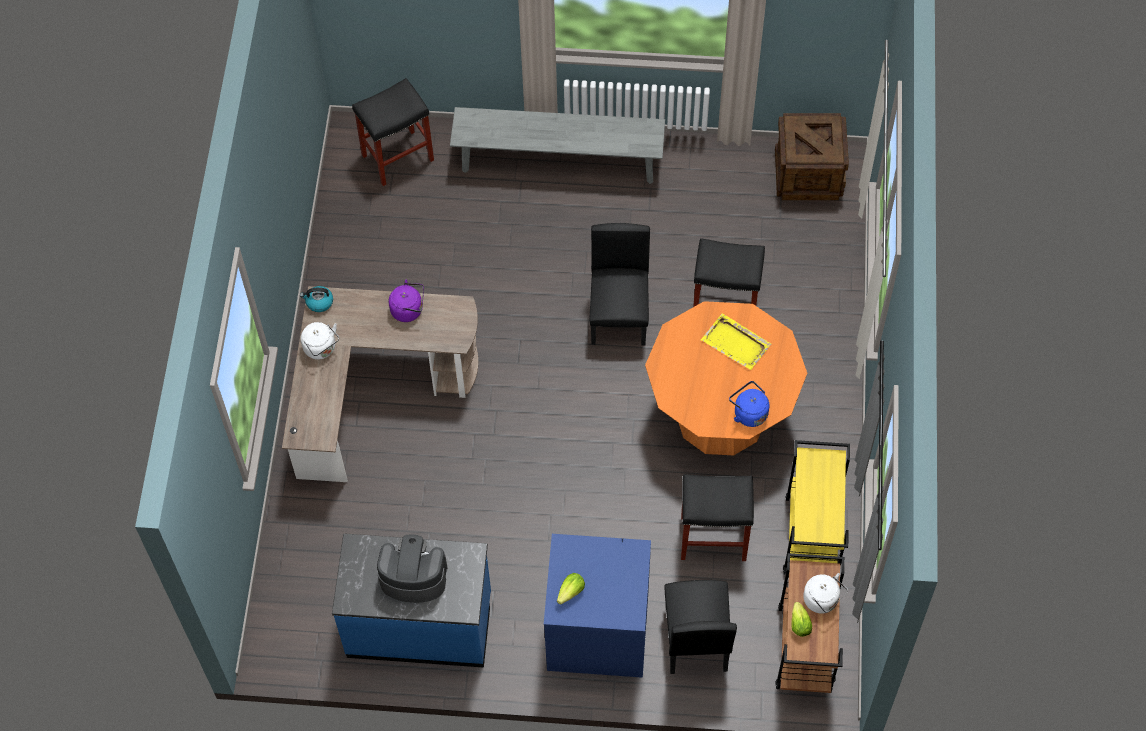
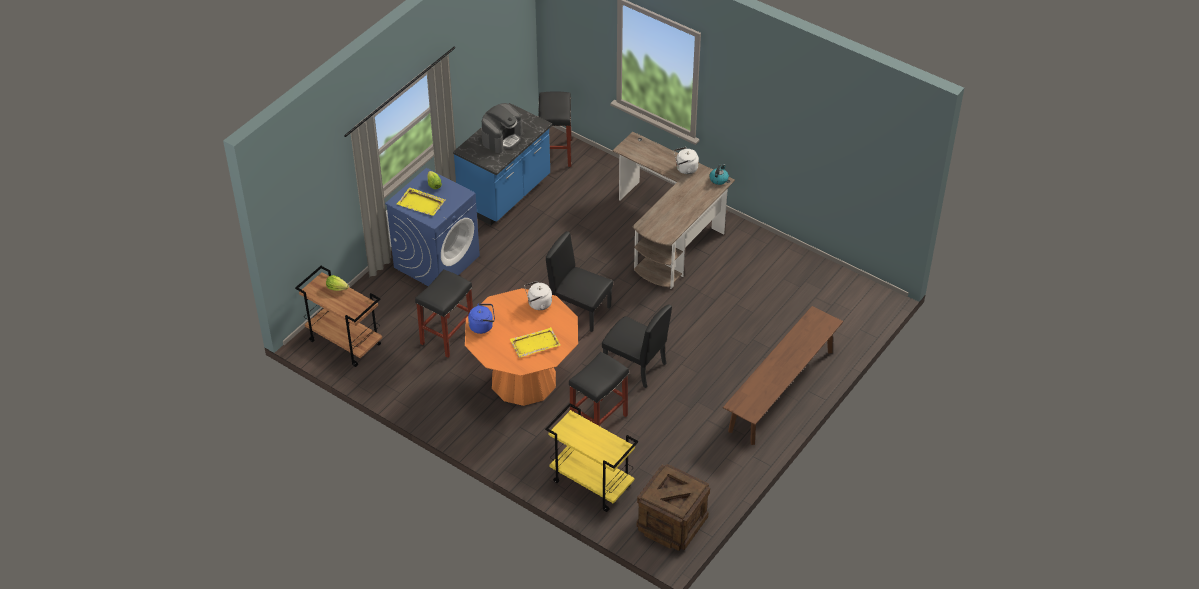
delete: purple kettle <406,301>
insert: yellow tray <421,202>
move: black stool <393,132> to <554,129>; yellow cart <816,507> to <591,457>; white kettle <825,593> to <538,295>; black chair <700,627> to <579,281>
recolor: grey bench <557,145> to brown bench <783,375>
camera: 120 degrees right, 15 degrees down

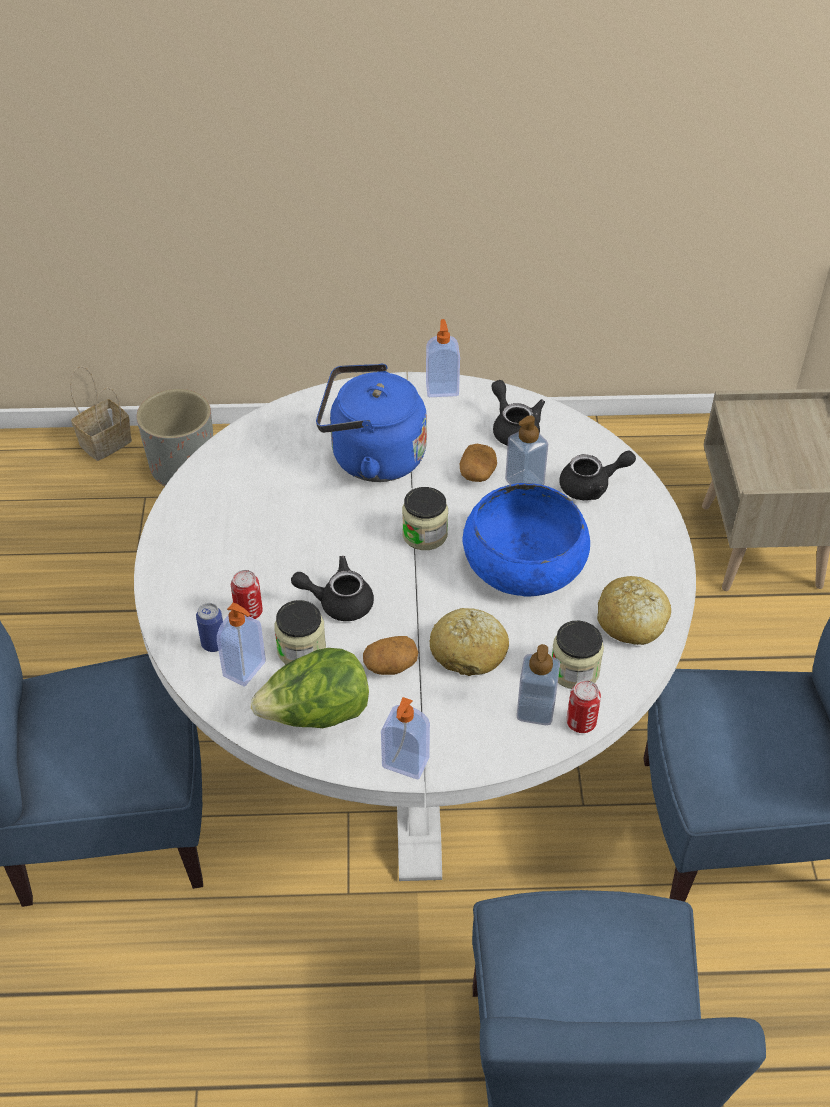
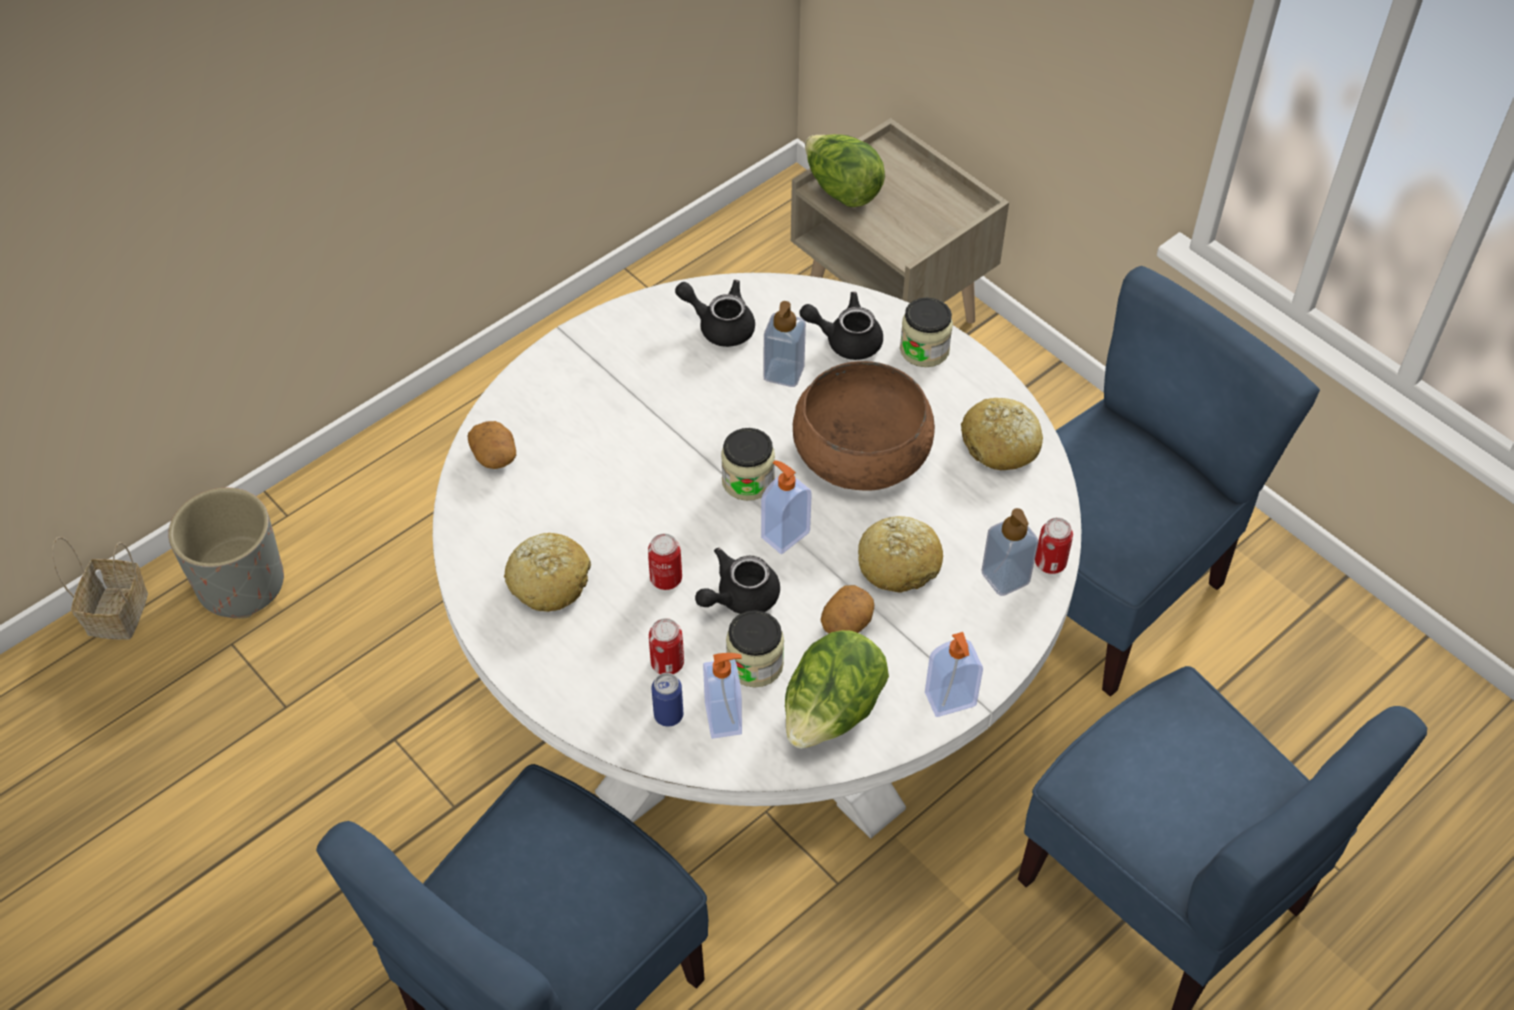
delete: blue kettle <371,423>
insert: lettuce <845,170>; bread <547,572>; can <665,562>
move: soap dispenser <443,358> to <786,507>; potato <478,463> to <492,445>; jar <578,655> to <926,332>
recolor: blue bowl <526,540> to brown bowl <864,425>
rotate: black teapot <597,475> = <841,326> 120 degrees counterclockwise
camera: 40 degrees left, 5 degrees up

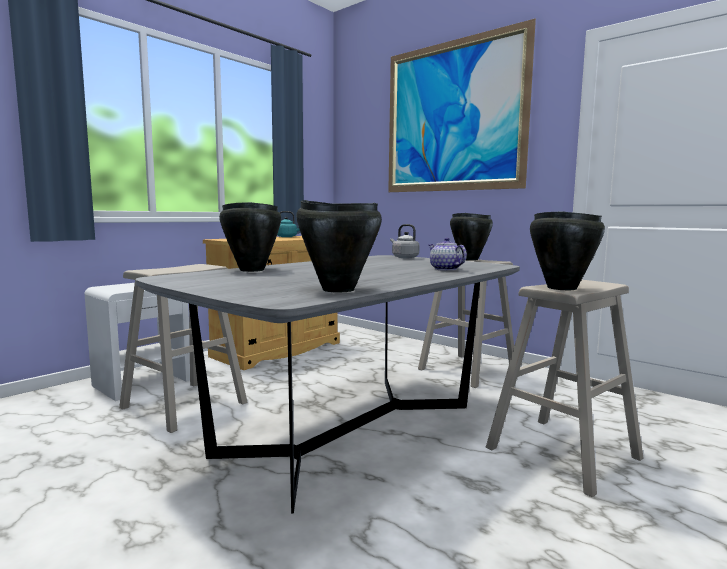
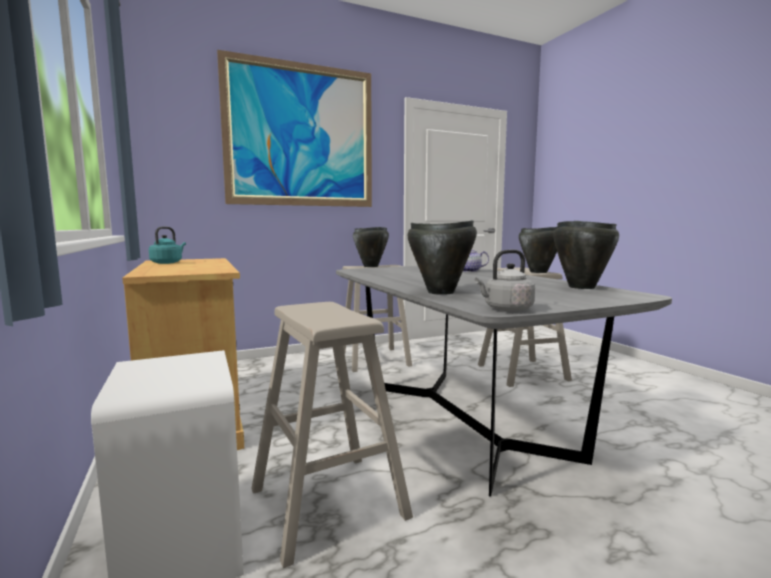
move: grey kettle <405,241> to <505,280>
camera: 65 degrees left, 0 degrees up

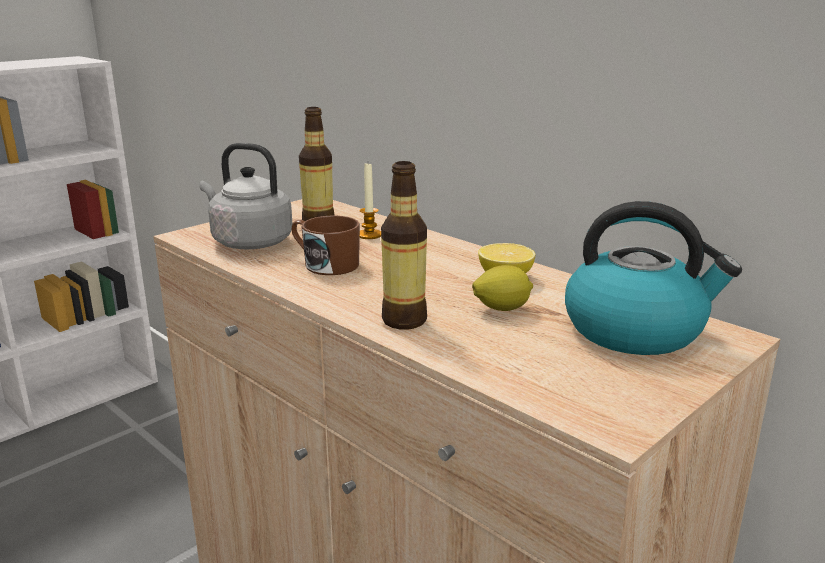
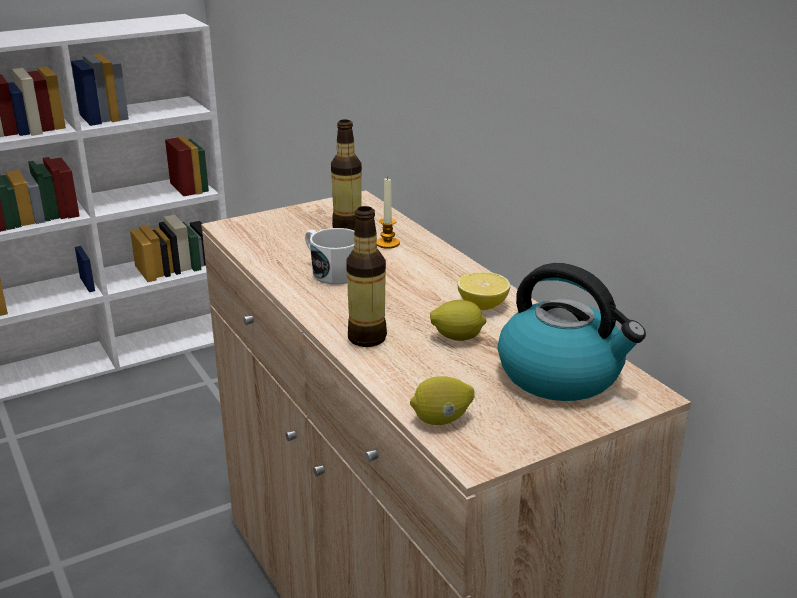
delete: grey kettle <245,196>
insert: lemon <442,400>
recolor: brown mug <326,245> to white mug <329,256>
camera: 15 degrees right, 5 degrees up

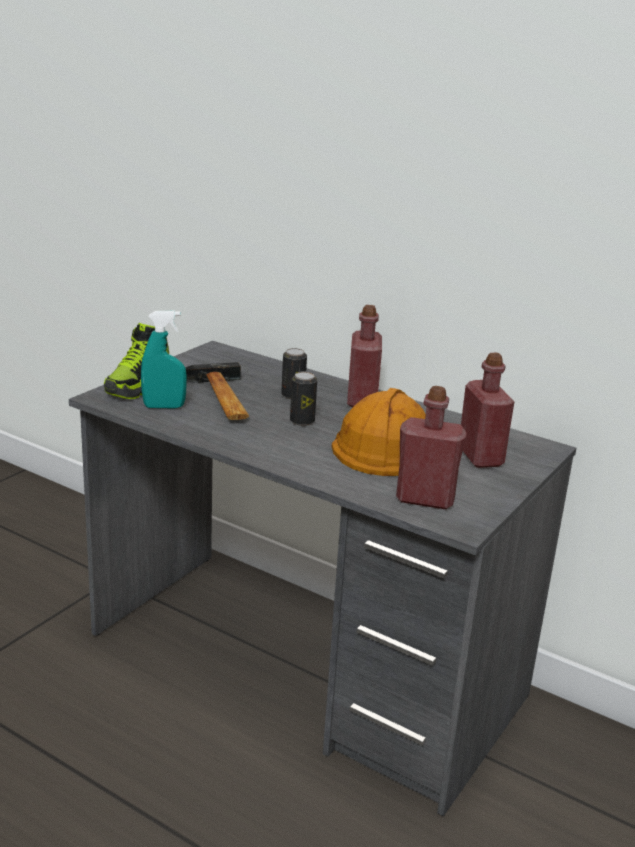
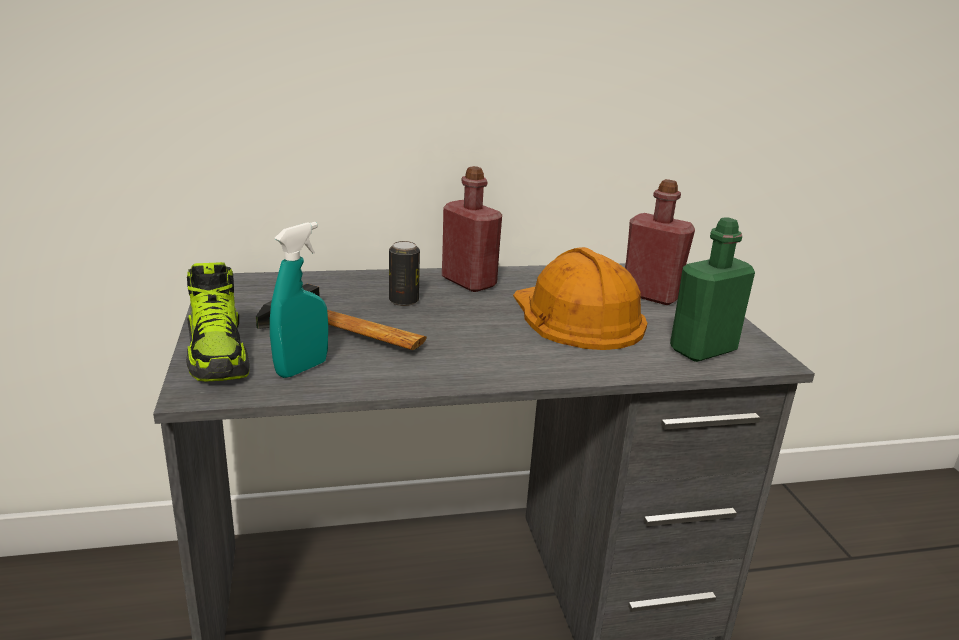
delete: can <303,399>
recolor: red bottle <431,447> to green bottle <712,289>
camera: 45 degrees left, 0 degrees up

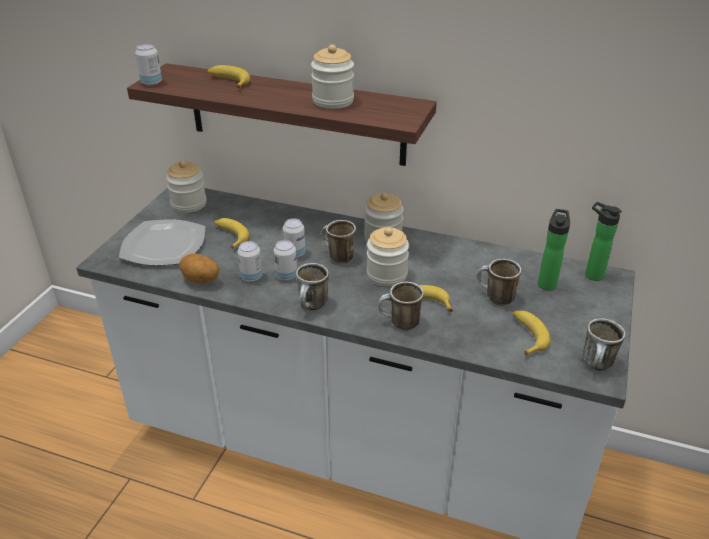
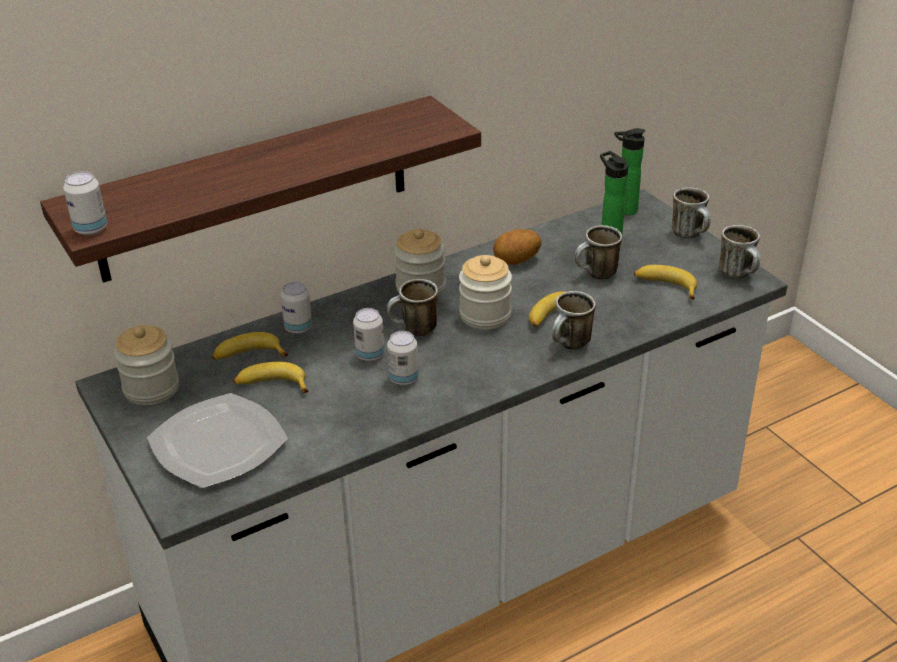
delete: jar <332,76>
move: banana <229,76> to <250,346>; can <249,261> to <296,308>; potato <199,268> to <517,247>; mug <312,286> to <691,213>
camera: 50 degrees left, 0 degrees up

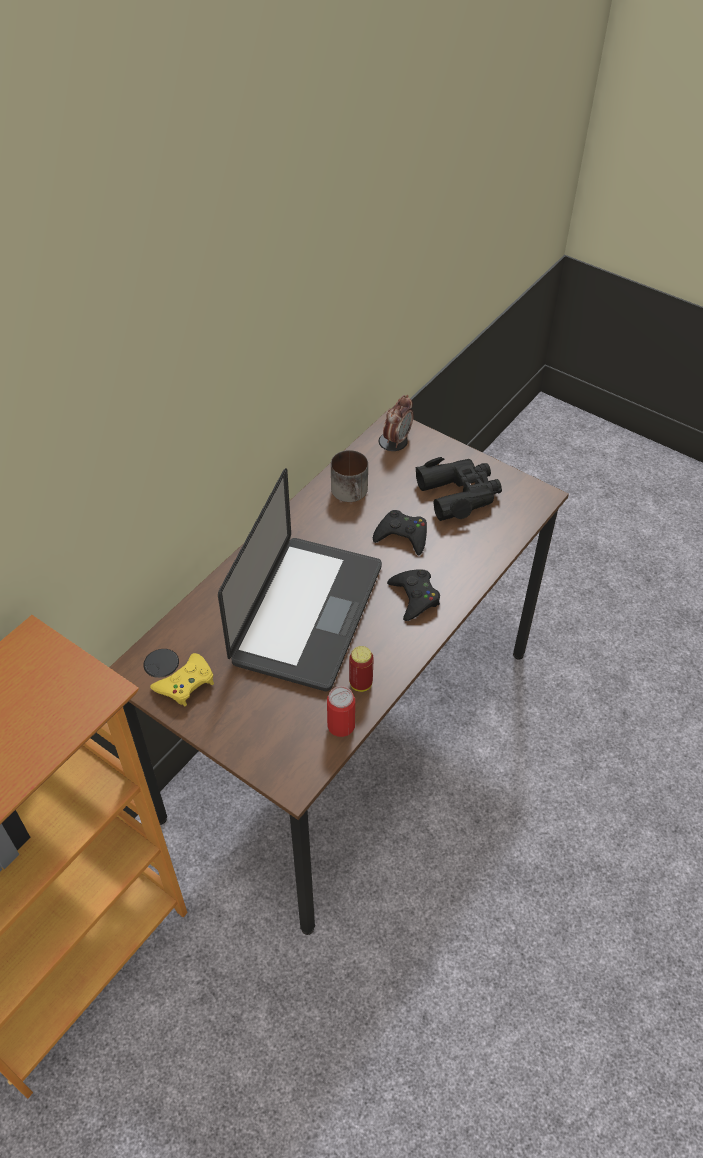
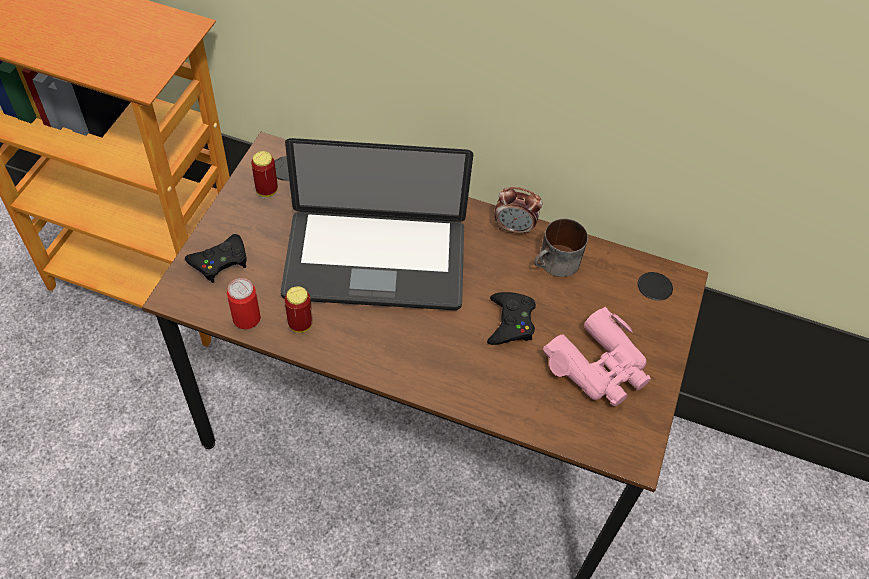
move: alarm clock <398,421> to <518,211>; black game controller <413,595> to <216,258>
replace: yellow game controller <182,680> to can <264,174>
recolor: black binoculars <459,489> to pink binoculars <597,356>
camera: 70 degrees right, 5 degrees up

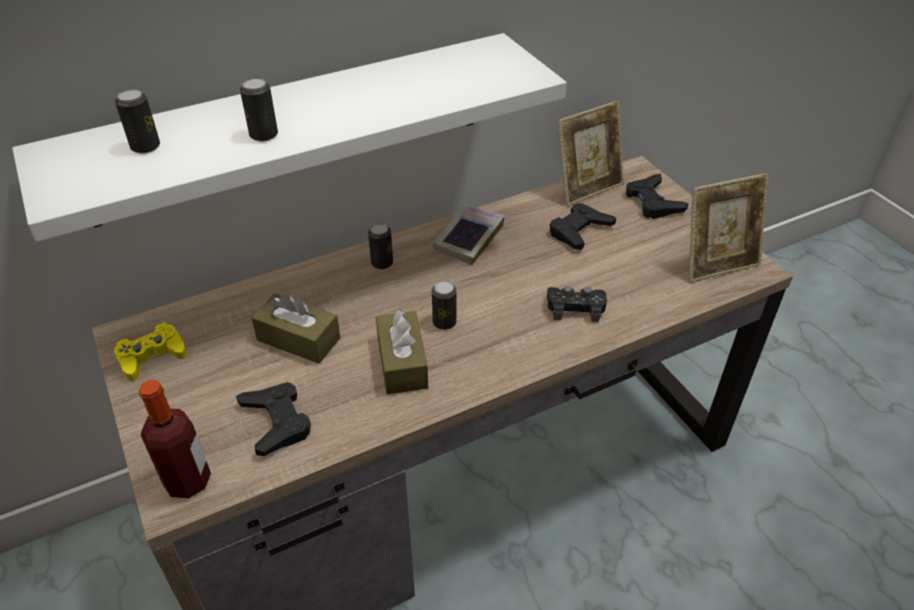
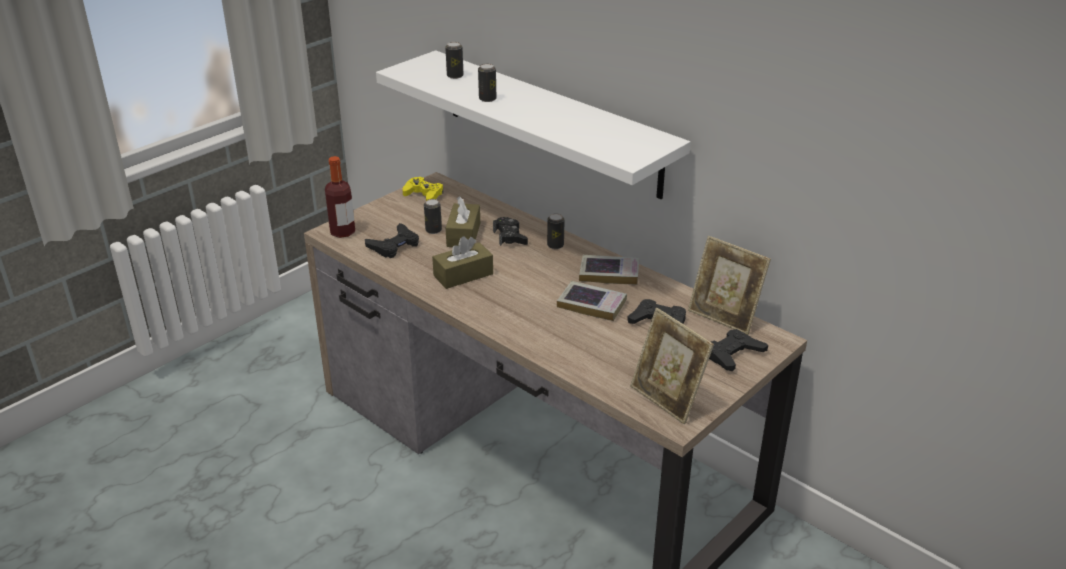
insert: book <592,301>
move: can <444,305> to <433,216>; black game controller <577,304> to <510,231>
camera: 70 degrees right, 10 degrees down

